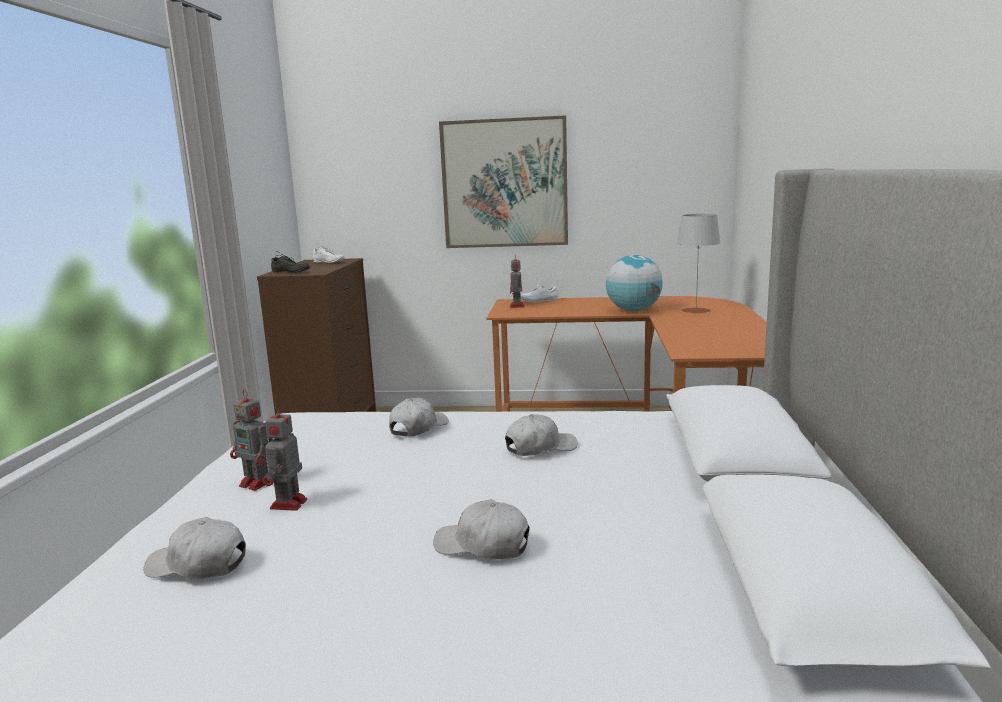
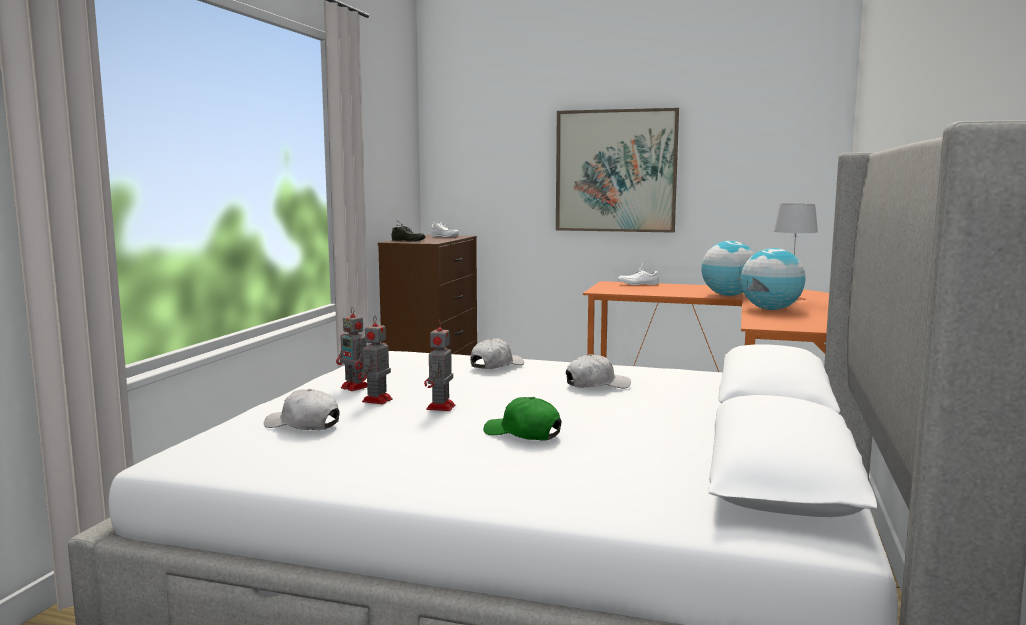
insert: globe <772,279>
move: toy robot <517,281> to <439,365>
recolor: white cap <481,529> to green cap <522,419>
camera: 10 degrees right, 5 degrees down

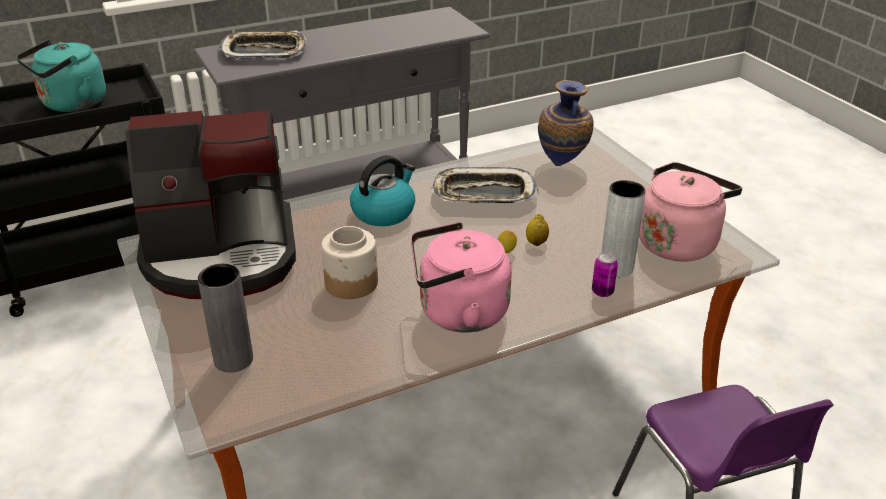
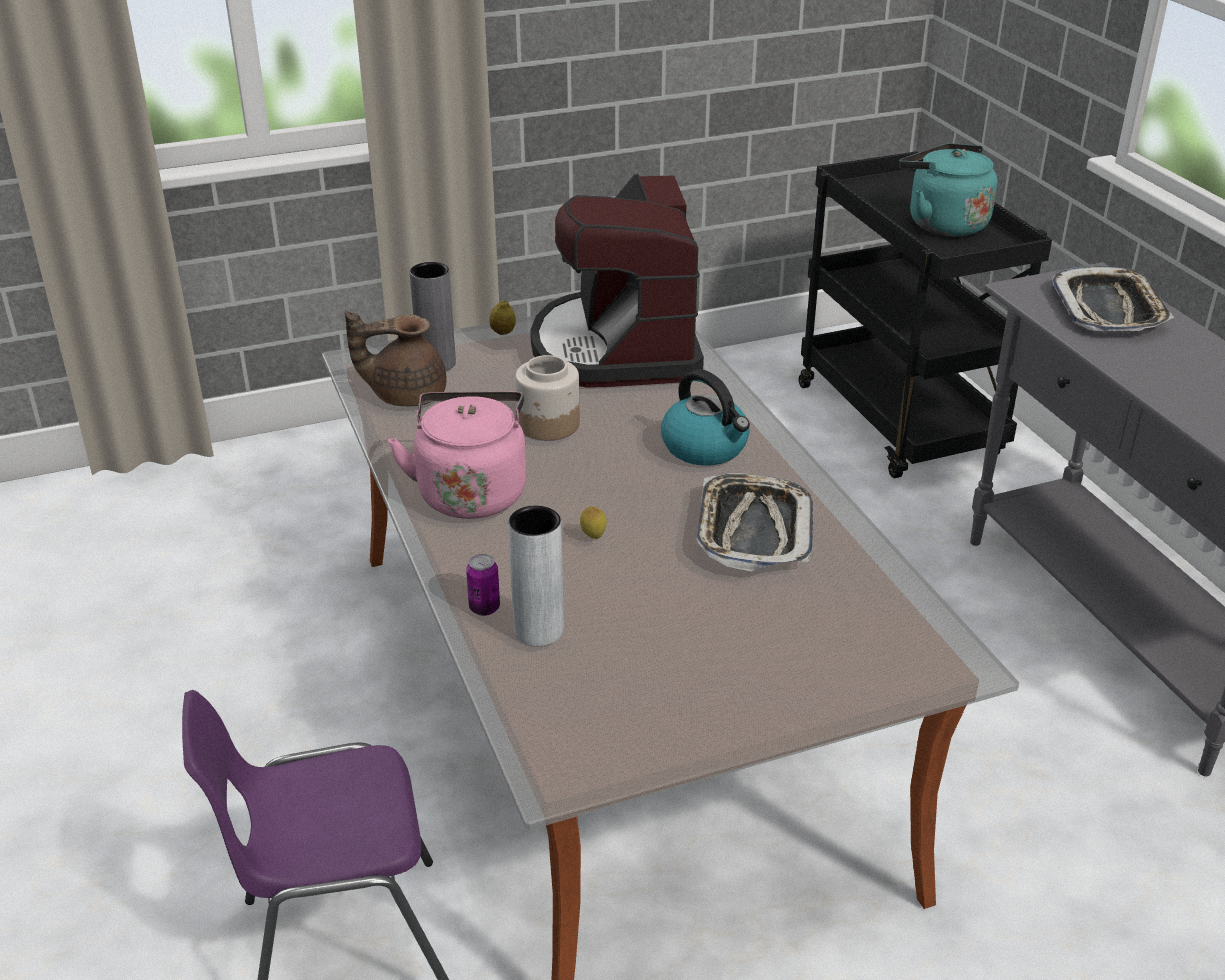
delete: vase <566,123>; pink kettle <690,212>
insert: brown teapot <395,358>
move: lemon <537,230> to <503,317>
camera: 95 degrees right, 0 degrees up

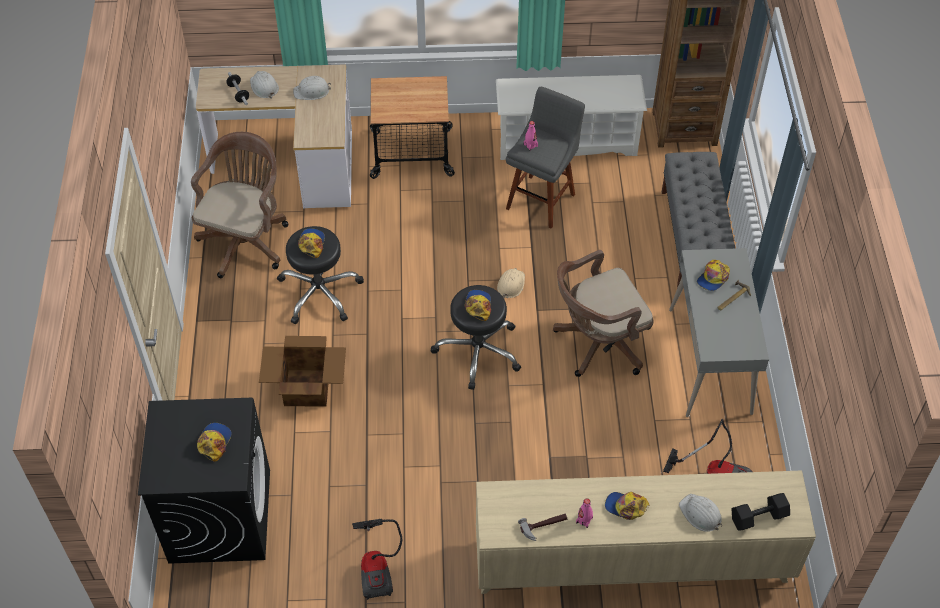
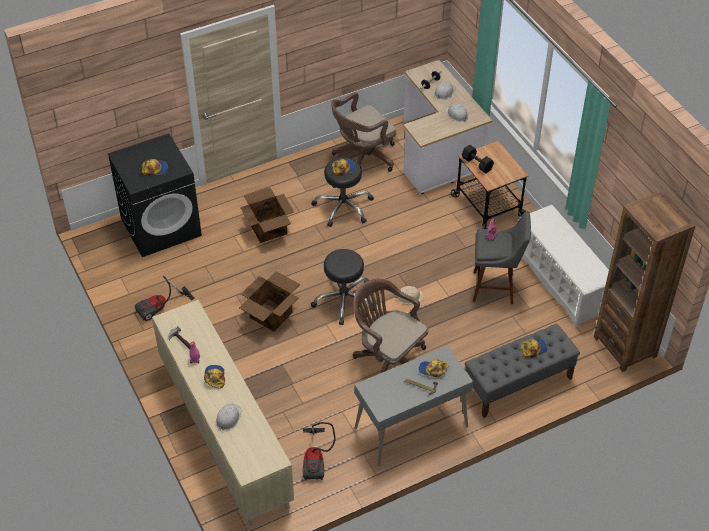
insert: cardboard box <269,301>
move: cap <478,305> to <534,348>; black dumbbell <760,512> to <477,159>
rotate: brown office chair <240,205> = <363,132> 150 degrees clockwise
camera: 65 degrees right, 5 degrees down

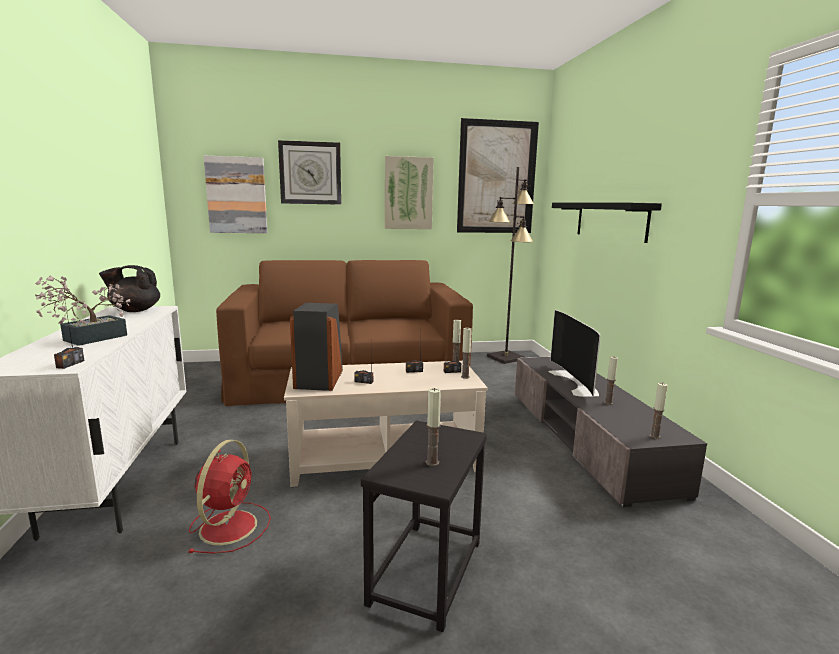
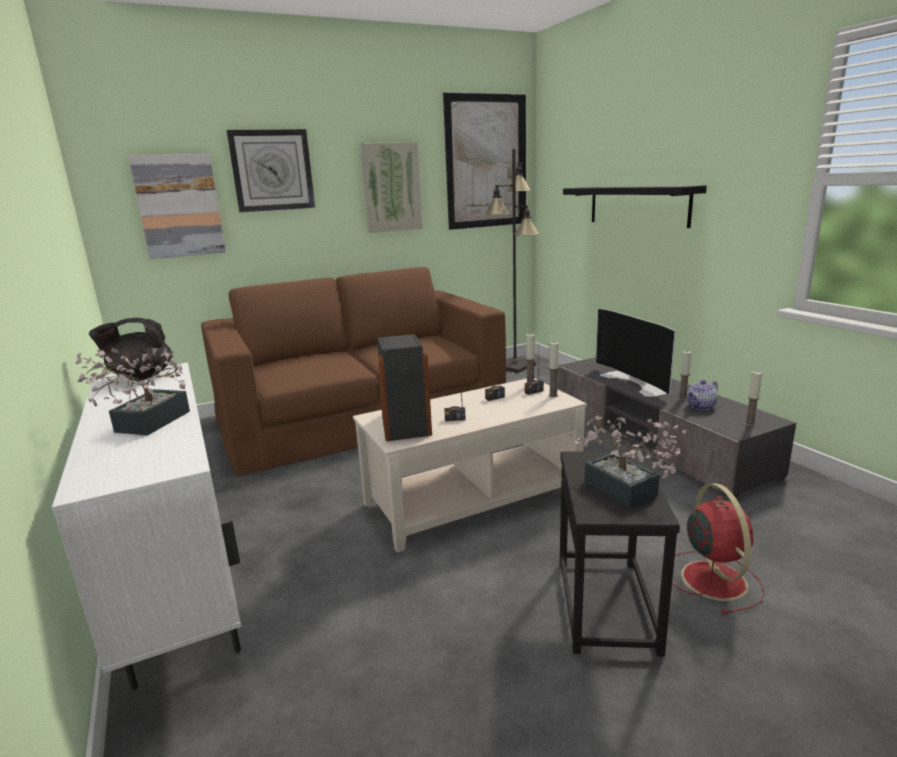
delete: radio <69,333>
insert: teapot <702,395>
move: red fan <229,497> to <718,549>
replace: candle <433,427> to potted plant <630,461>
camera: 15 degrees left, 5 degrees up

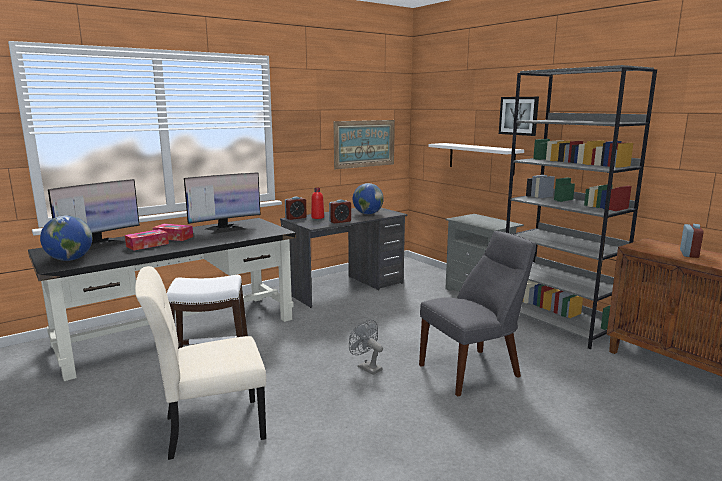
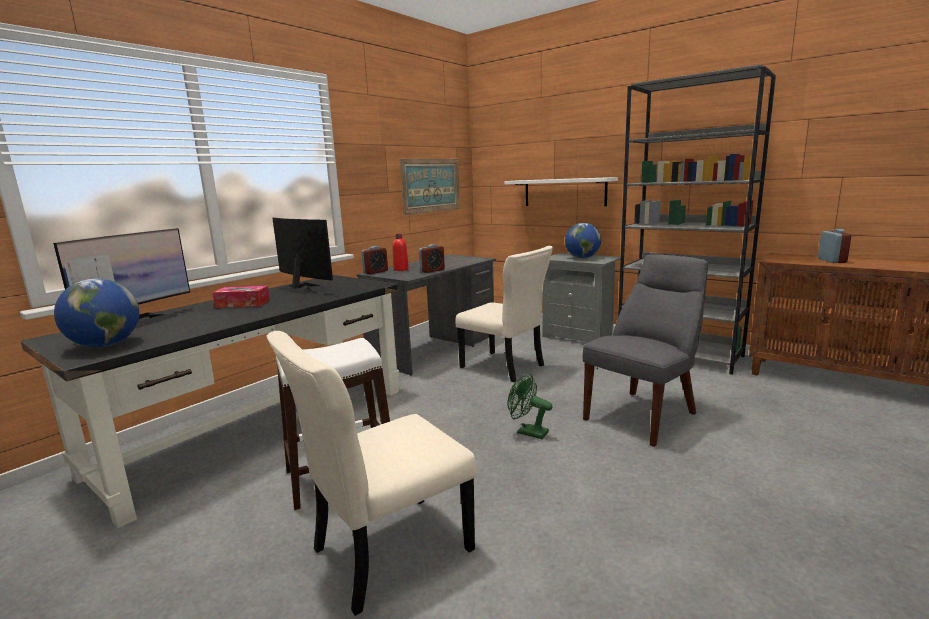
delete: picture <519,116>; tissue box <147,240>
insert: beige chair <504,314>
move: globe <368,198> to <583,240>
recolor: grey fan <366,347> to green fan <530,406>
rotate: monitor <222,203> = <302,256> 90 degrees counterclockwise
camera: 15 degrees left, 0 degrees up

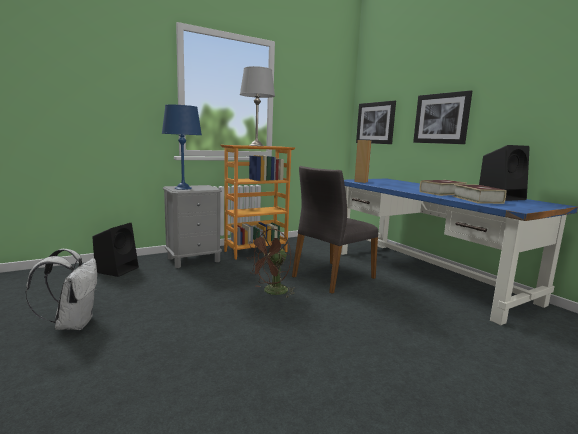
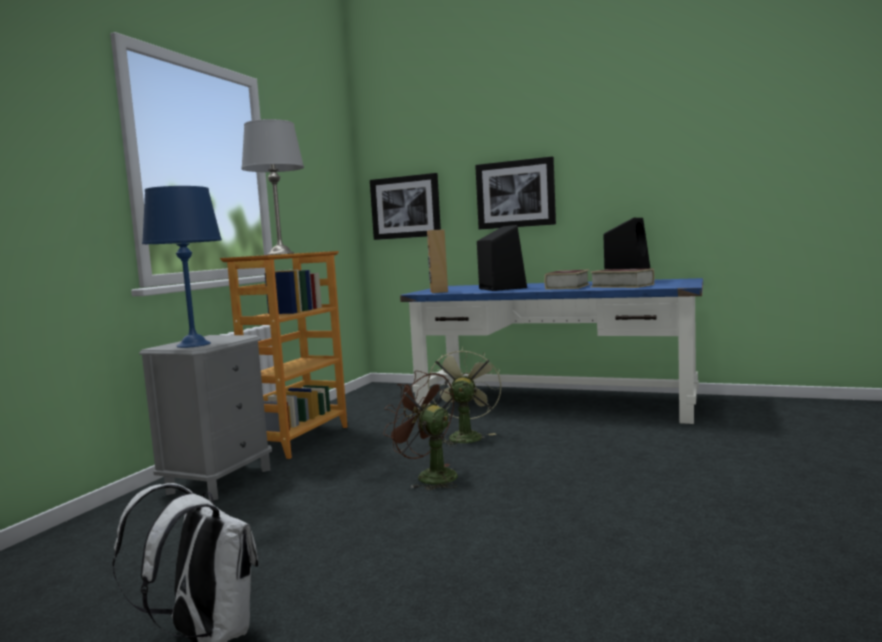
move: black speaker <115,250> to <502,258>
replace: grey chair <335,230> to green fan <464,397>
rotate: brown fan <271,263> = <420,431> 120 degrees clockwise
camera: 35 degrees left, 5 degrees down

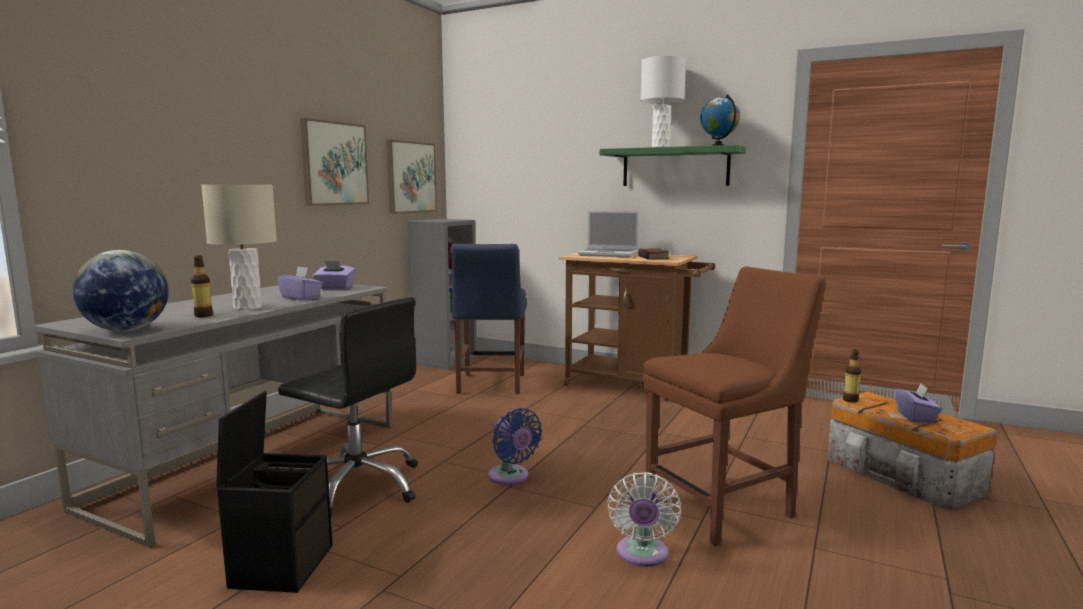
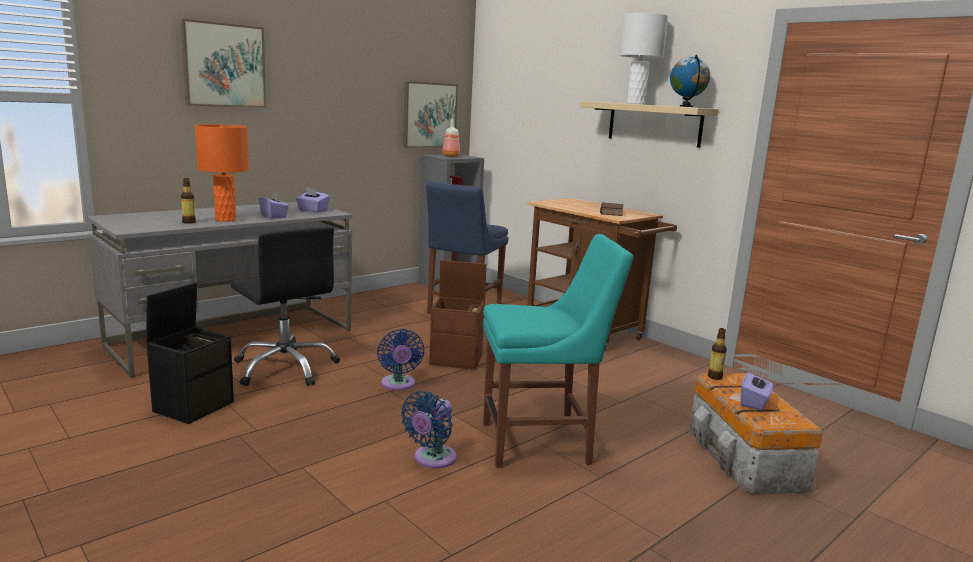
delete: laptop <608,234>; globe <120,290>
insert: bottle <451,138>; brown storage box <457,315>
move: picture <334,162> to <223,63>
recolor: green shelf <673,165> to beige shelf <649,124>; beige table lamp <239,247> to orange table lamp <222,173>; brown chair <734,406> to turquoise chair <558,351>; white fan <644,519> to blue fan <429,430>
camera: 20 degrees right, 5 degrees up

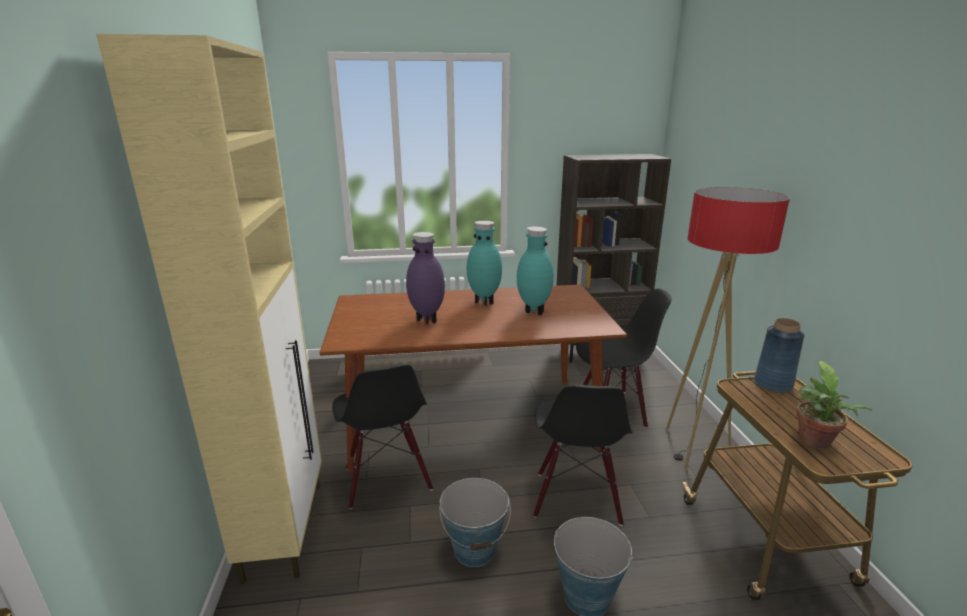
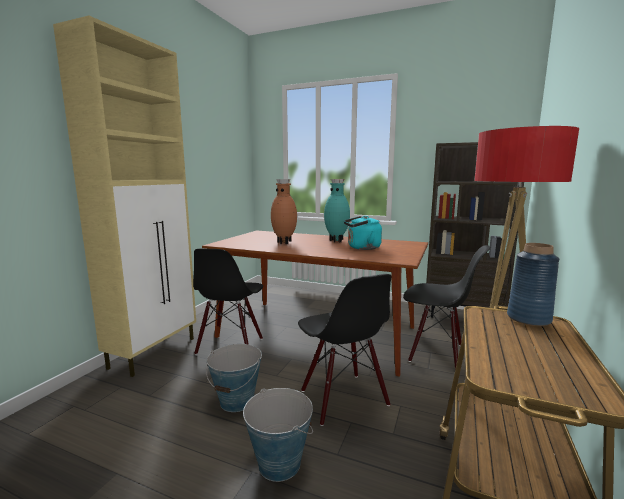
delete: potted plant <834,405>
replace: turquoise vase <535,270> to turquoise kettle <363,233>
recolor: purple vase <425,278> to brown vase <284,211>
rotate: black chair <582,455> = <344,350> 60 degrees counterclockwise
camera: 30 degrees right, 10 degrees down

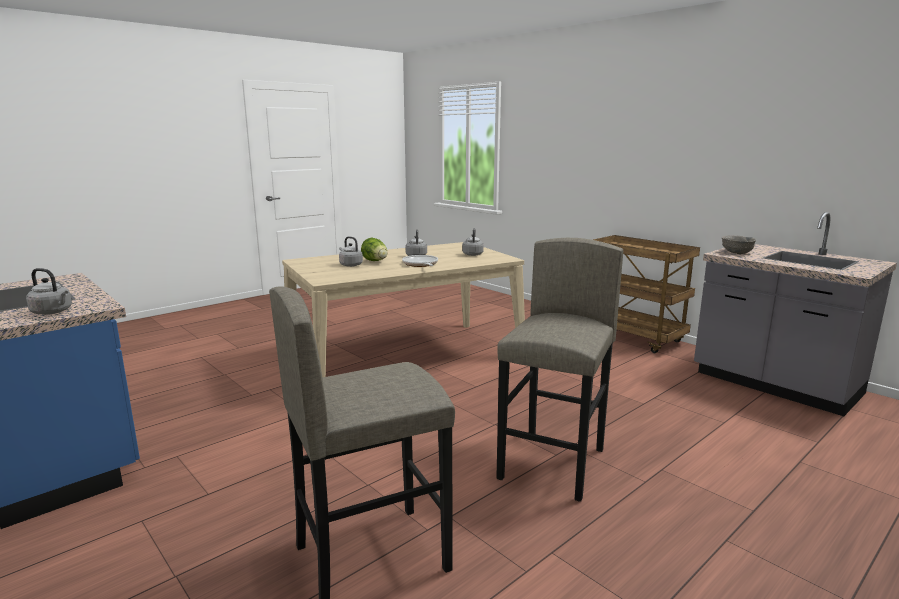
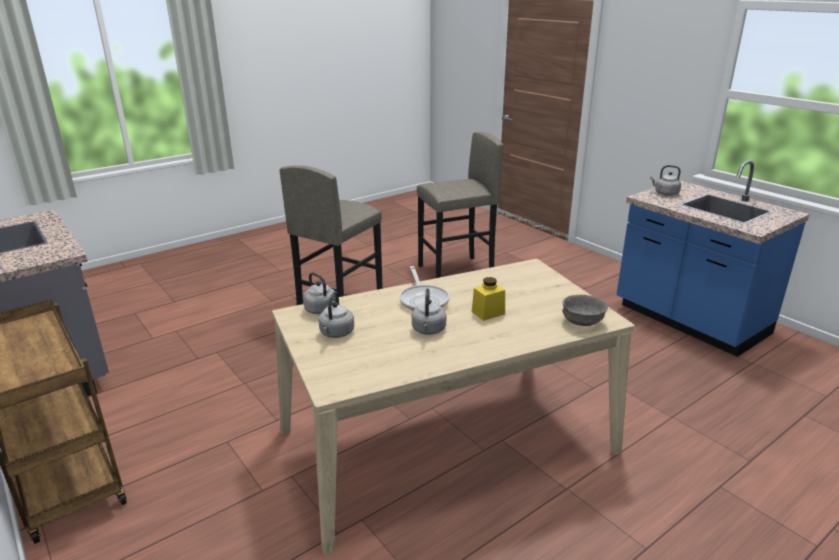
move: grey bowl <739,244> to <585,310>; grey kettle <351,251> to <319,293>
replace: lettuce <374,249> to yellow jar <488,299>
camera: 175 degrees left, 10 degrees up

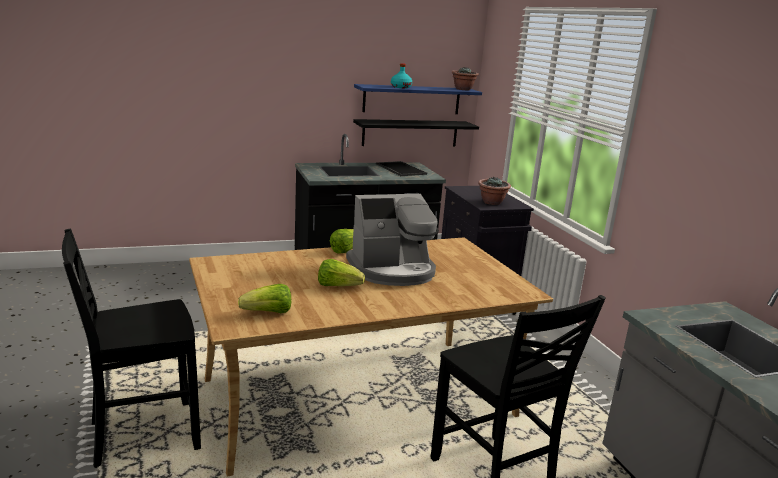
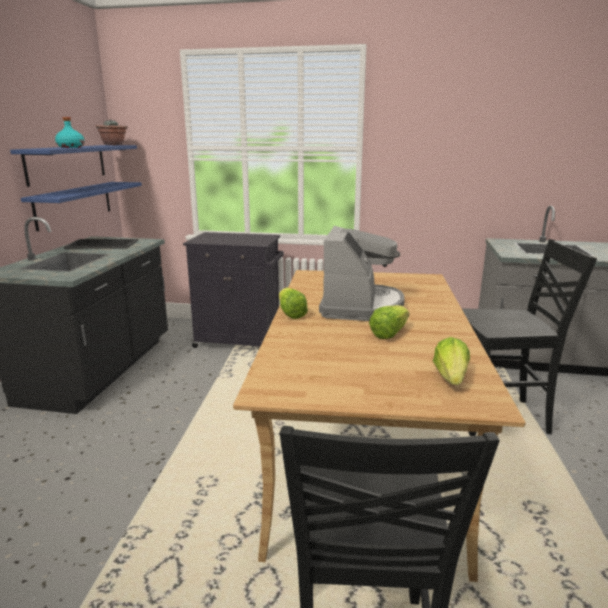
delete: potted plant <494,191>
recolor: black shelf <416,133> to blue shelf <81,206>
camera: 60 degrees left, 0 degrees up

